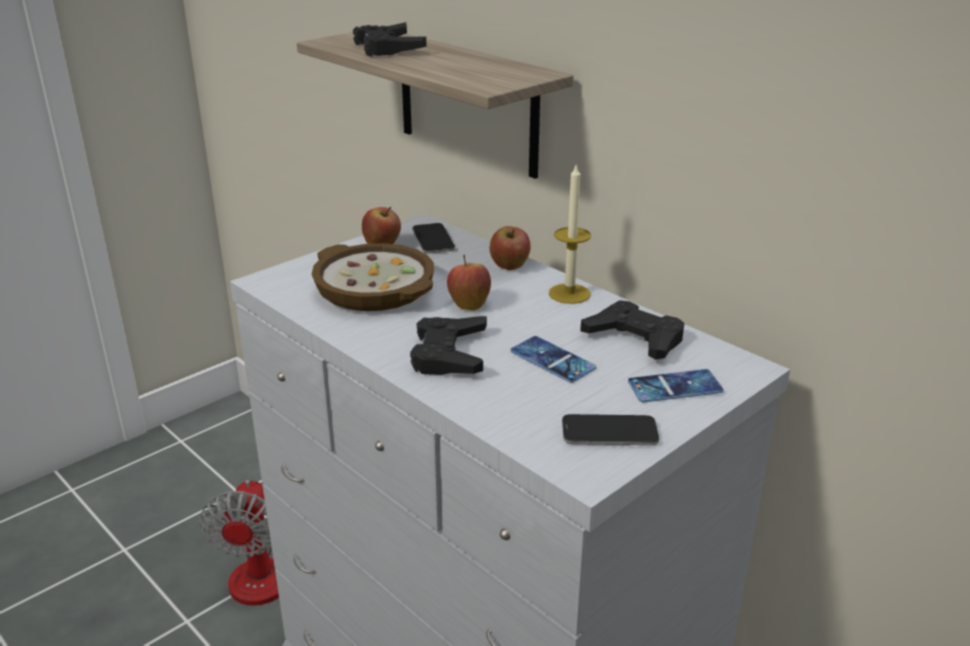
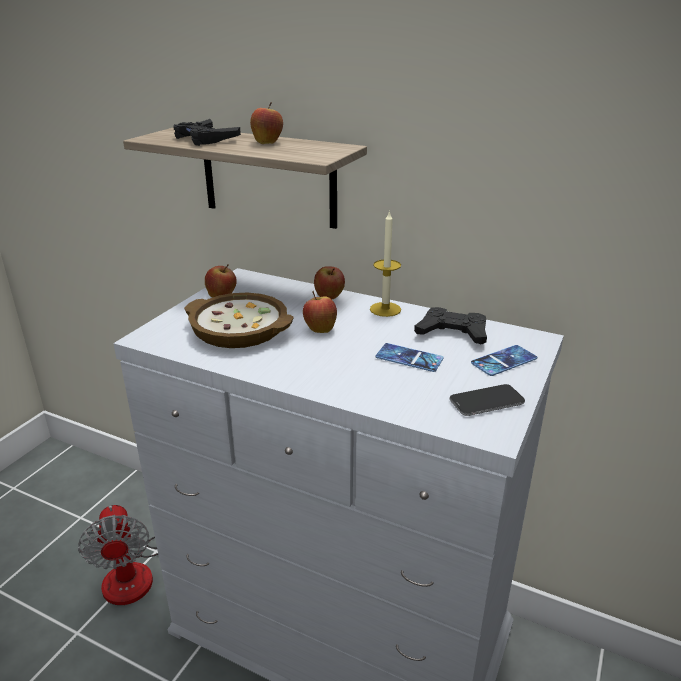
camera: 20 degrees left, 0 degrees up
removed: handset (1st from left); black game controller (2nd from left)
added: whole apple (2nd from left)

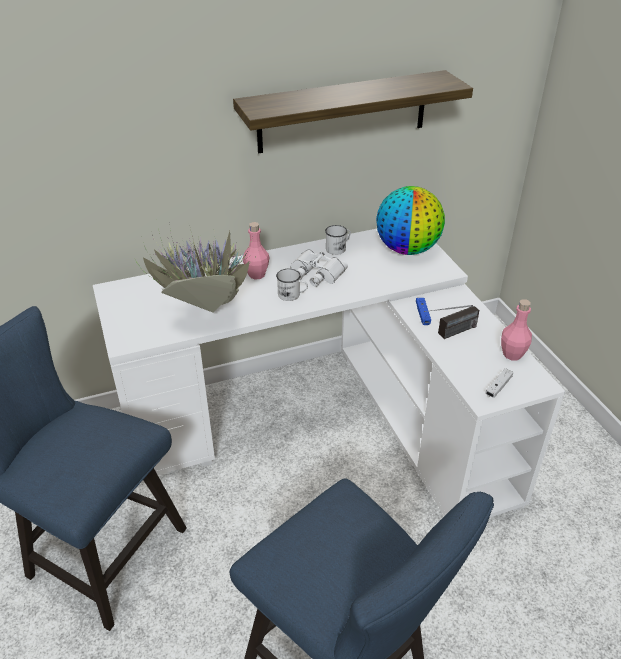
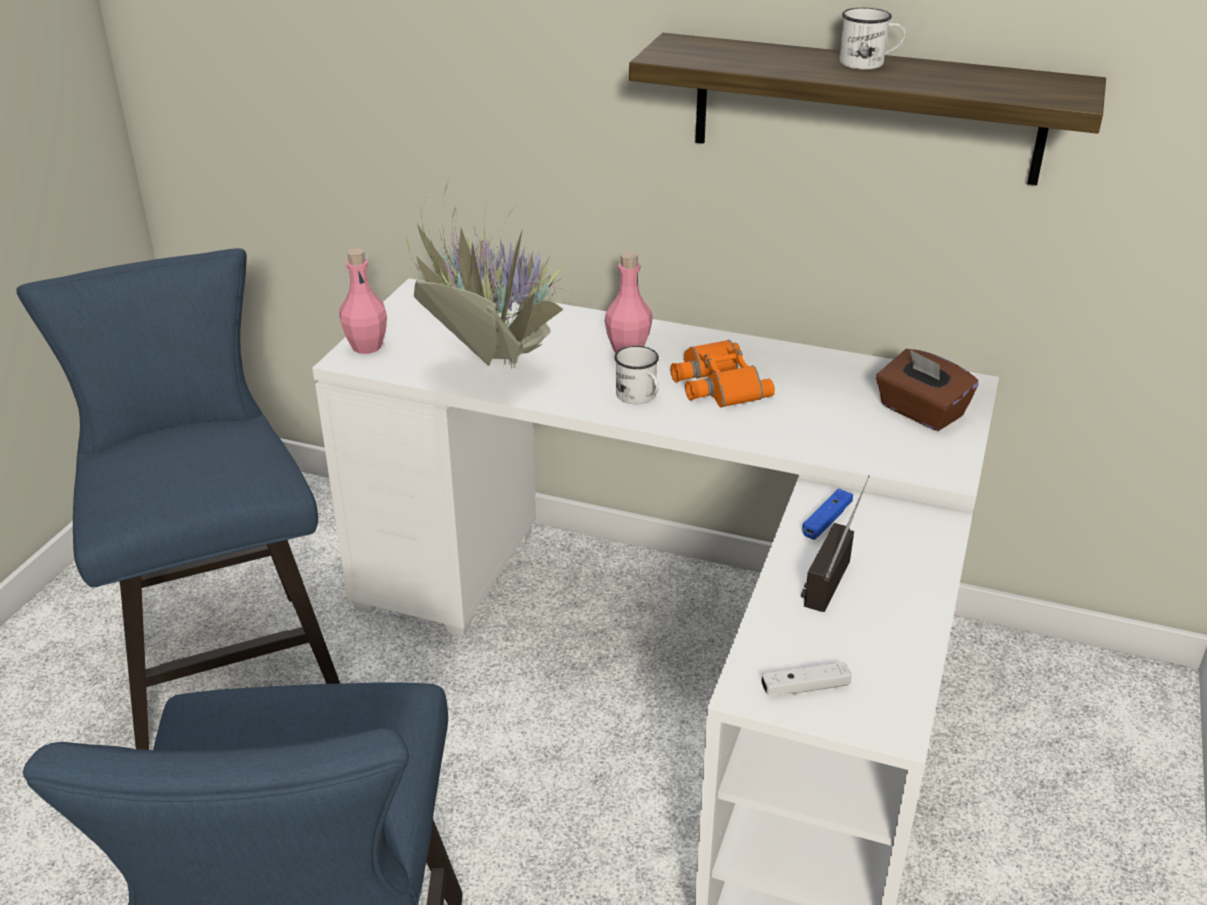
camera: 40 degrees right, 5 degrees down
moved: whitish mug (2nd from left); pink bottle (2nd from left in the first image) to pink bottle (1st from left)
replaced: desk globe to brownish box of tissues
recoloured: whitish binoculars to orange binoculars
turned: radio set 105 degrees clockwise

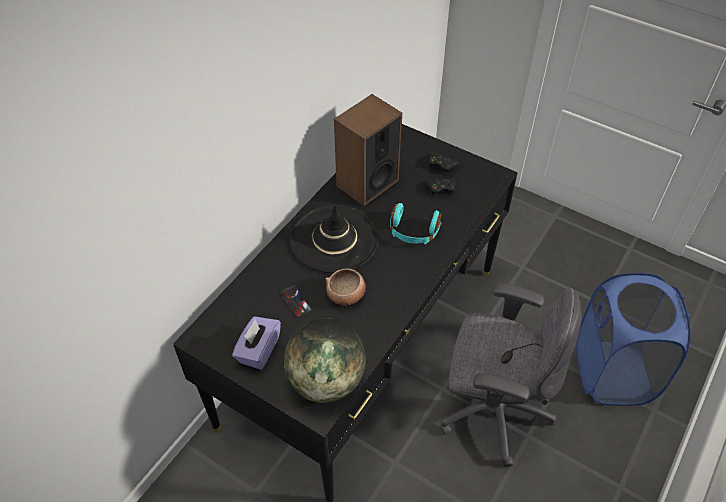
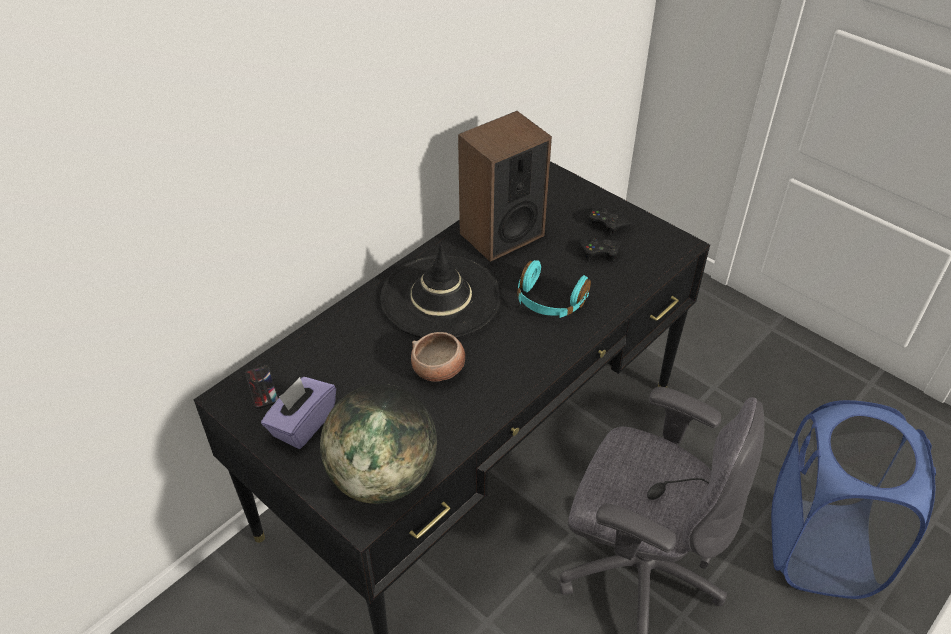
camera: 10 degrees right, 5 degrees down
moved: handset

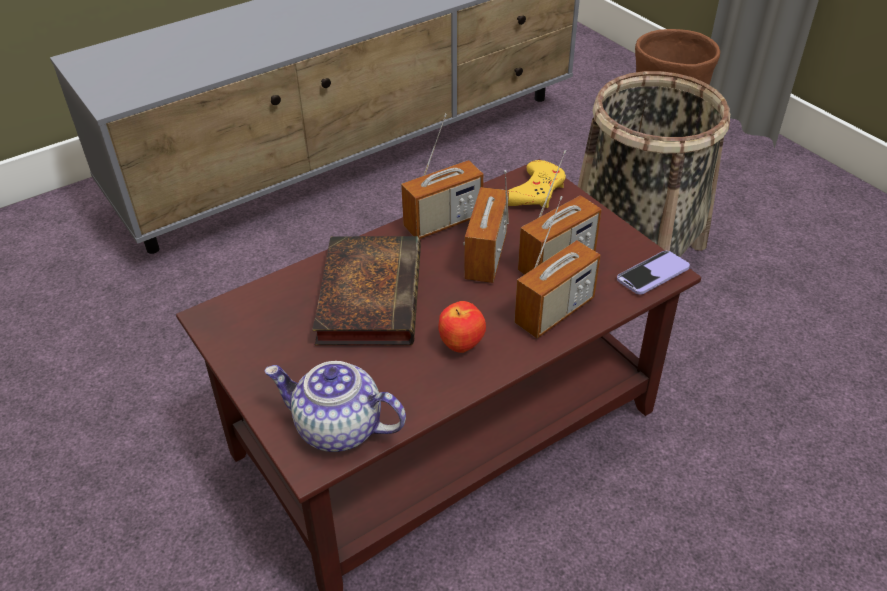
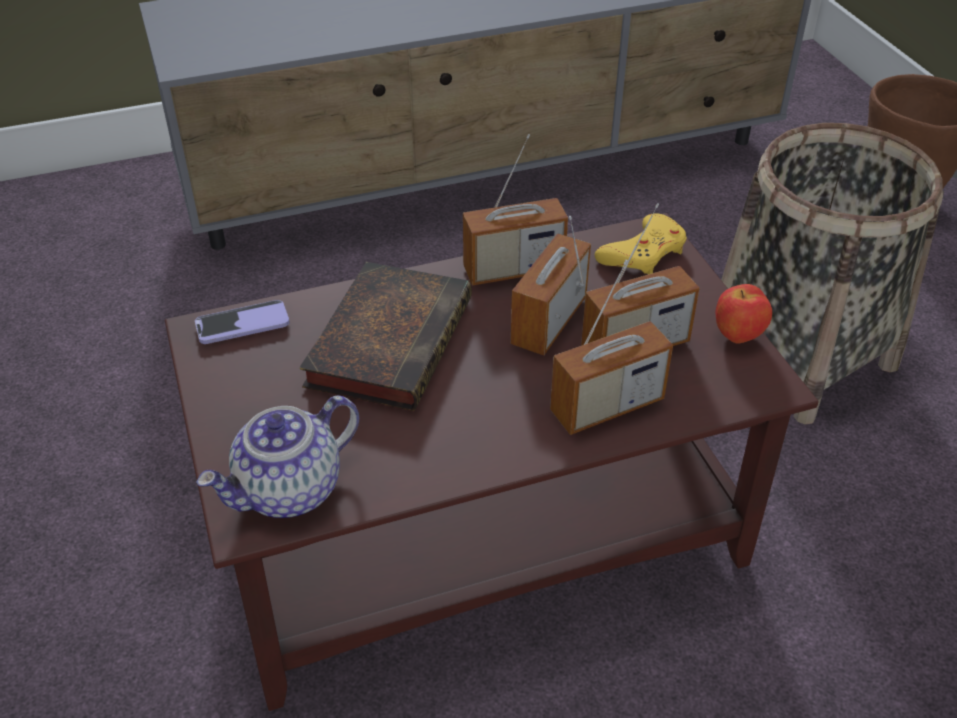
camera: 15 degrees right, 0 degrees up
moved: handset; whole apple
turned: tea pot 75 degrees counterclockwise

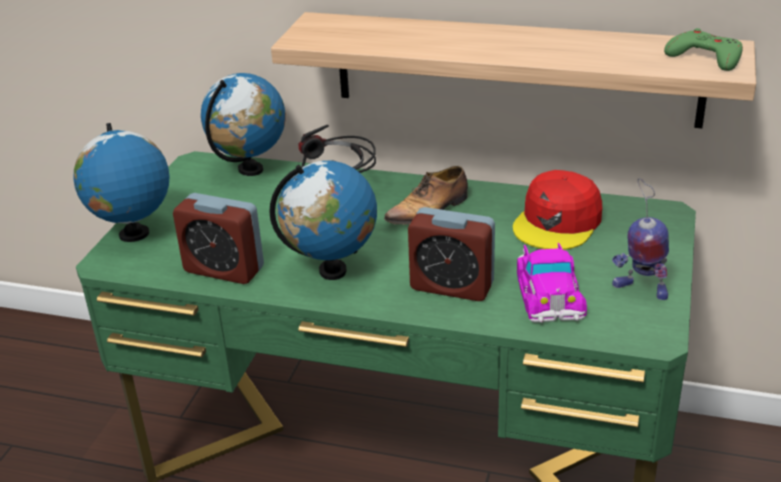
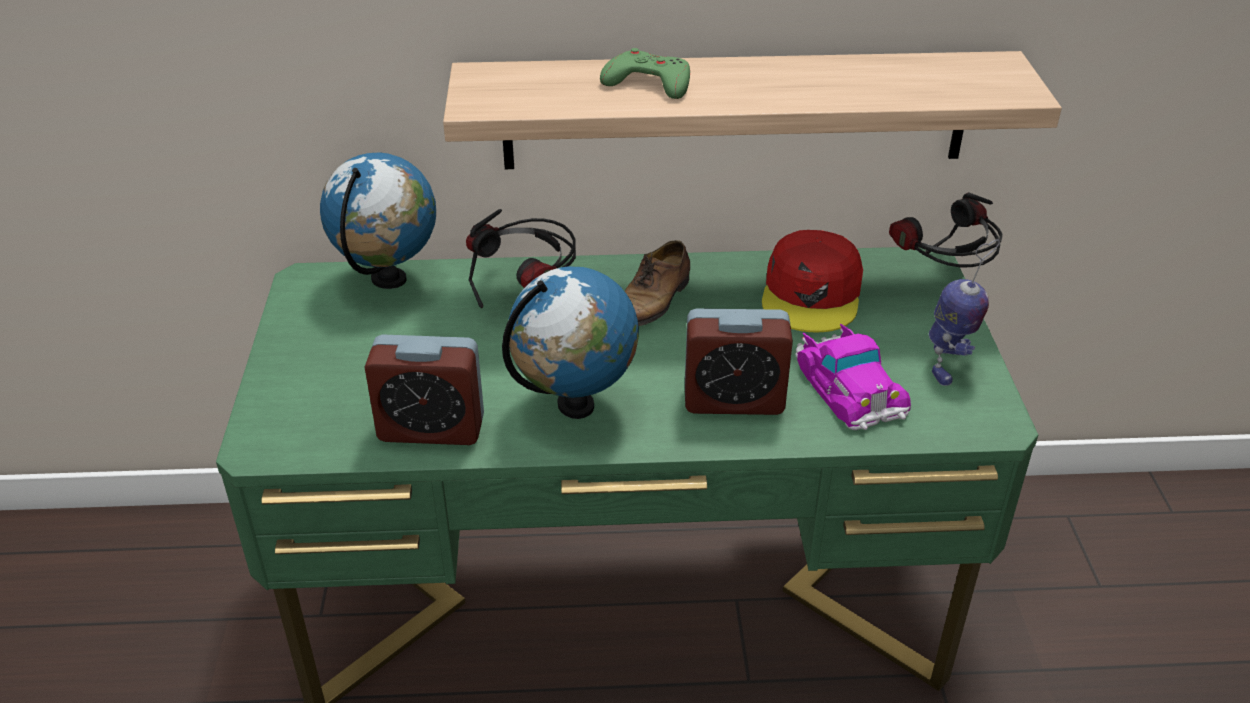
camera: 20 degrees left, 5 degrees up
removed: desk globe (1st from left)
added: headphones (2nd from left)
moved: green game controller
turned: model robot 75 degrees counterclockwise

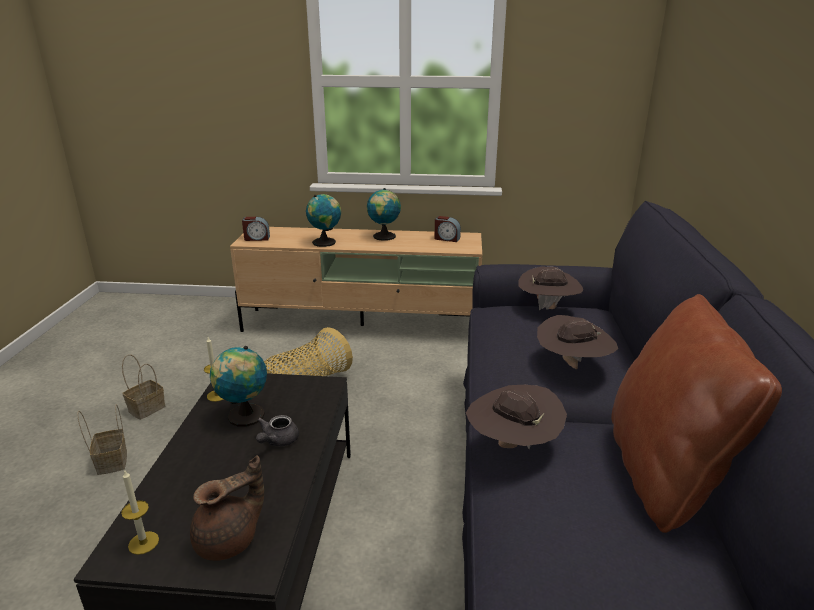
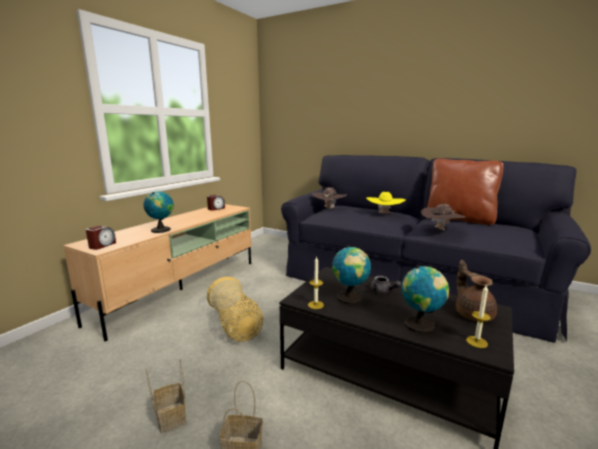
camera: 65 degrees left, 10 degrees down
moved: desk globe (3rd from left)
recoloured: brownish wearable hat (3rd from left) to yellow-coloured wearable hat

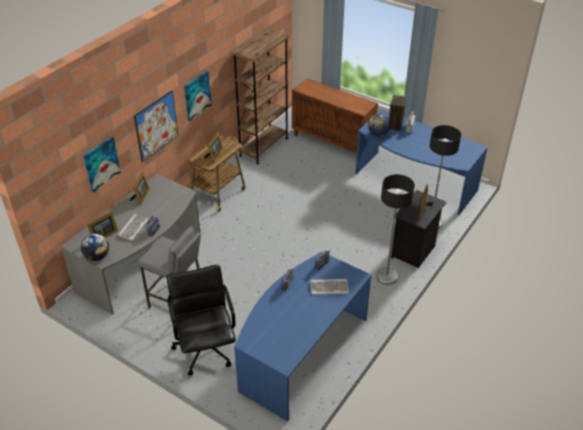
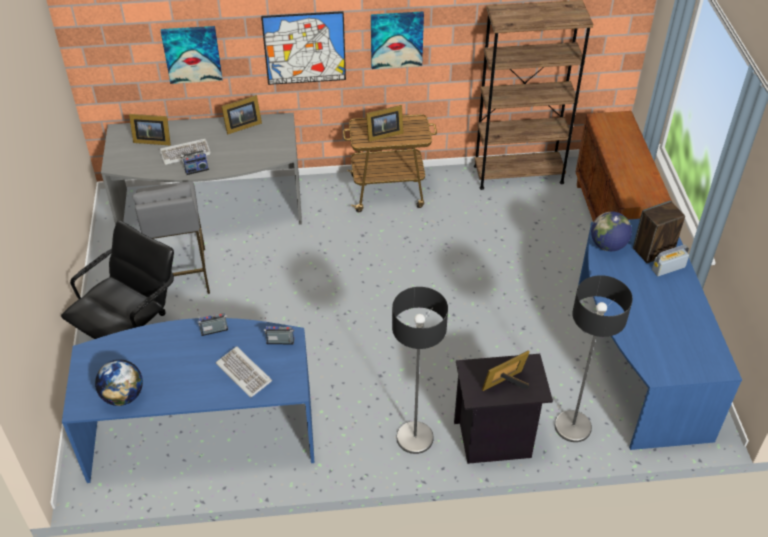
camera: 50 degrees right, 5 degrees up
moved: desk globe (1st from left)

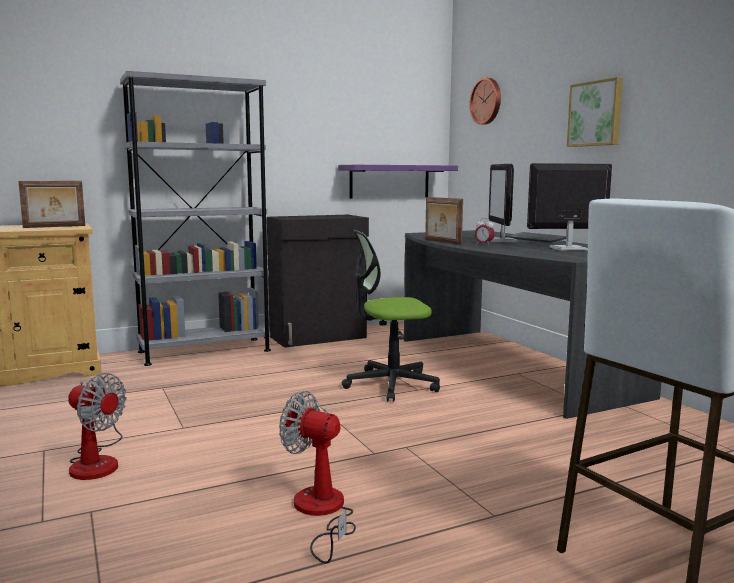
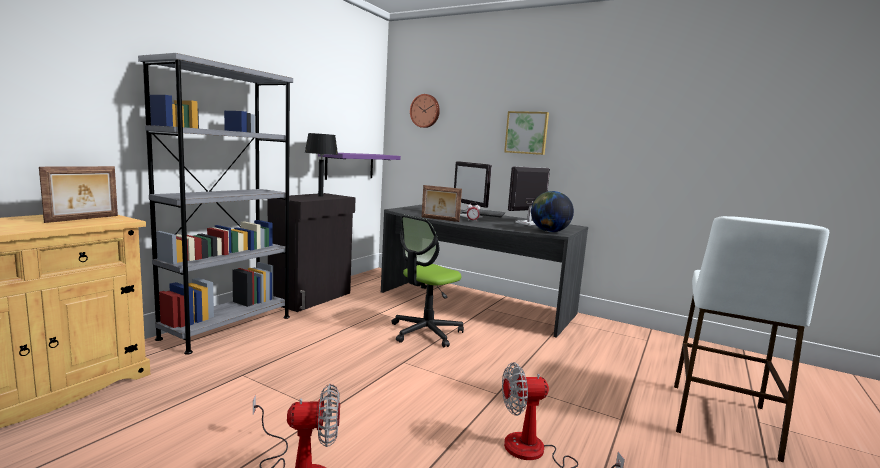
camera: 35 degrees left, 0 degrees up
added: black table lamp; desk globe

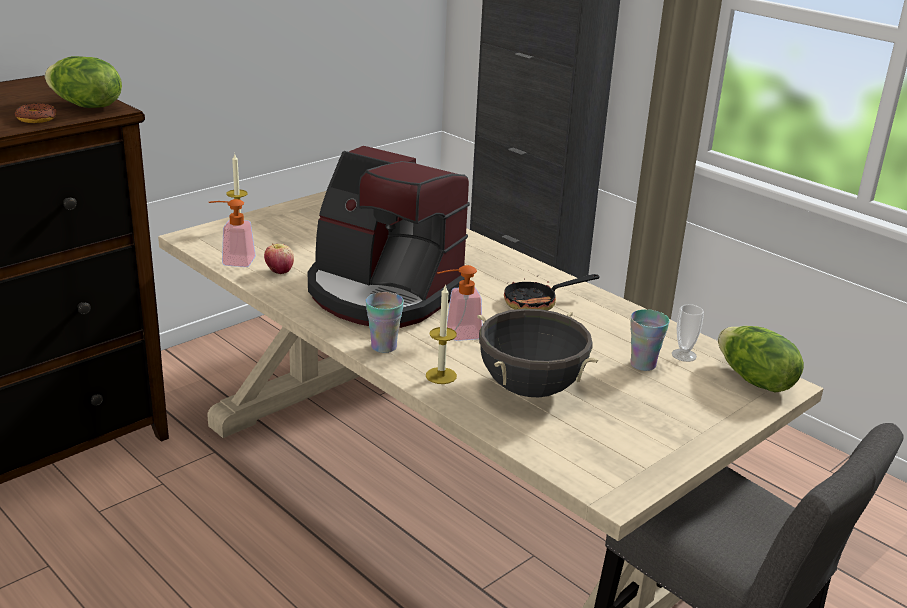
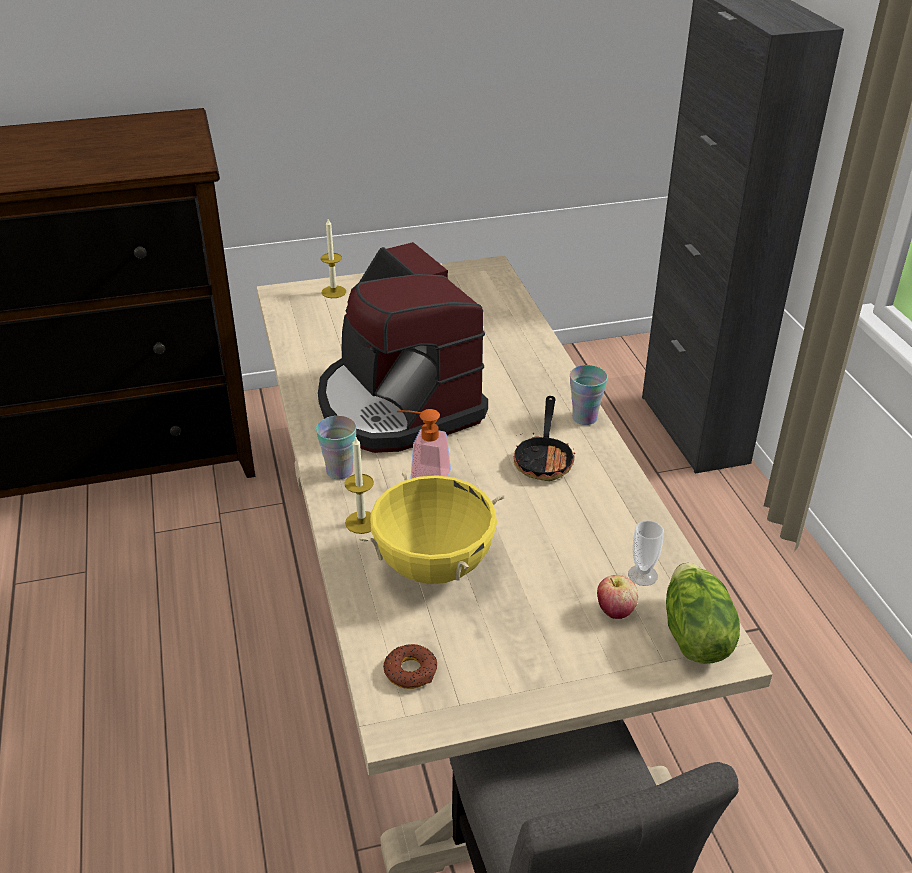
camera: 30 degrees right, 10 degrees up
removed: lettuce head (1st from left); liquid soap bottle (1st from left)
moved: donut; whole apple; drinking cup (2nd from left)
recoloured: black stockpot to yellow-coloured stockpot
turned: pan 90 degrees counterclockwise

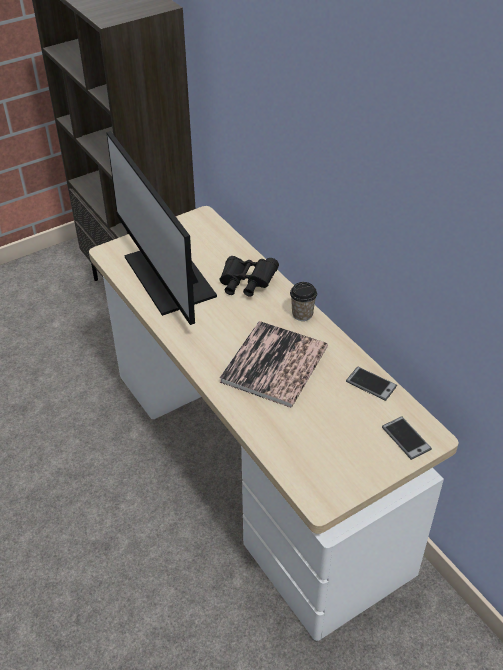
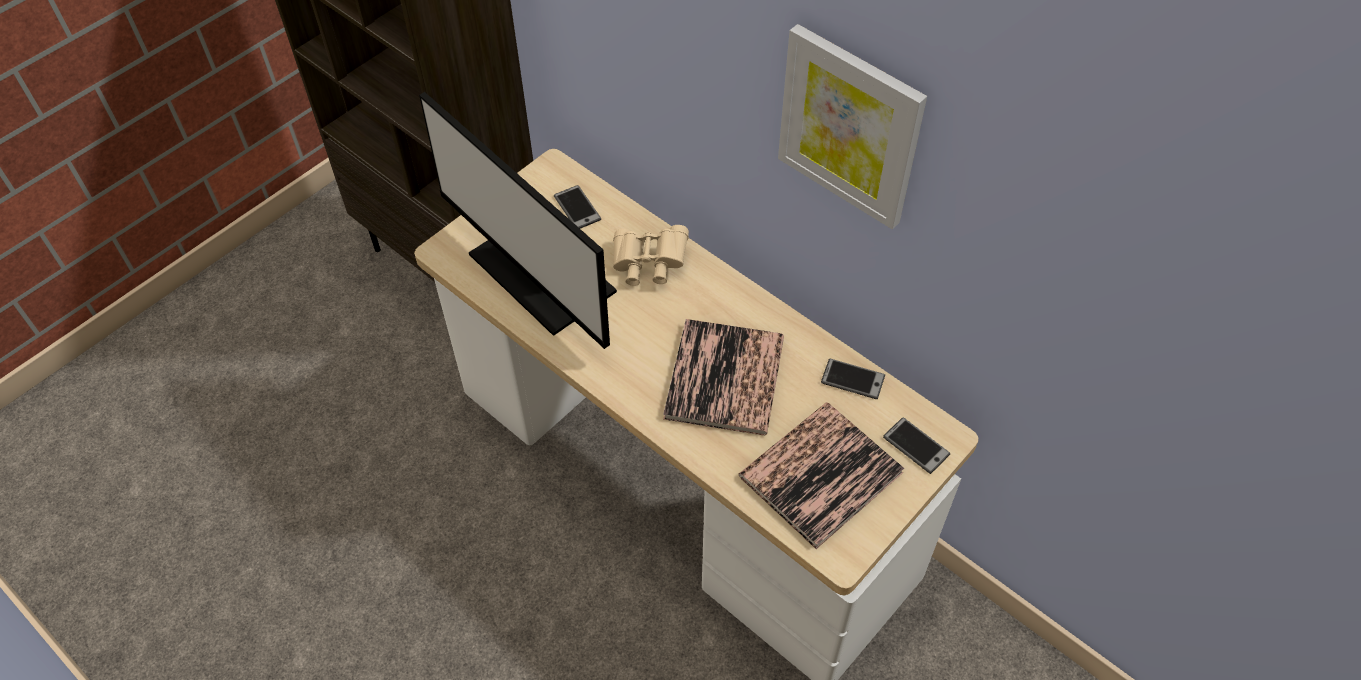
camera: 15 degrees left, 10 degrees up
removed: drinking cup
added: wall art; handset (1st from left); volume (2nd from left)
recoloured: black binoculars to beige binoculars

